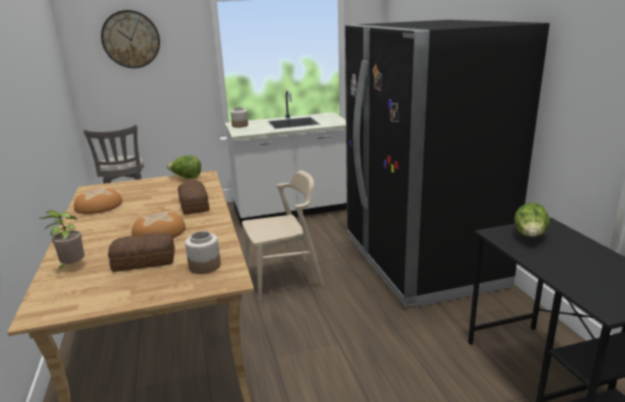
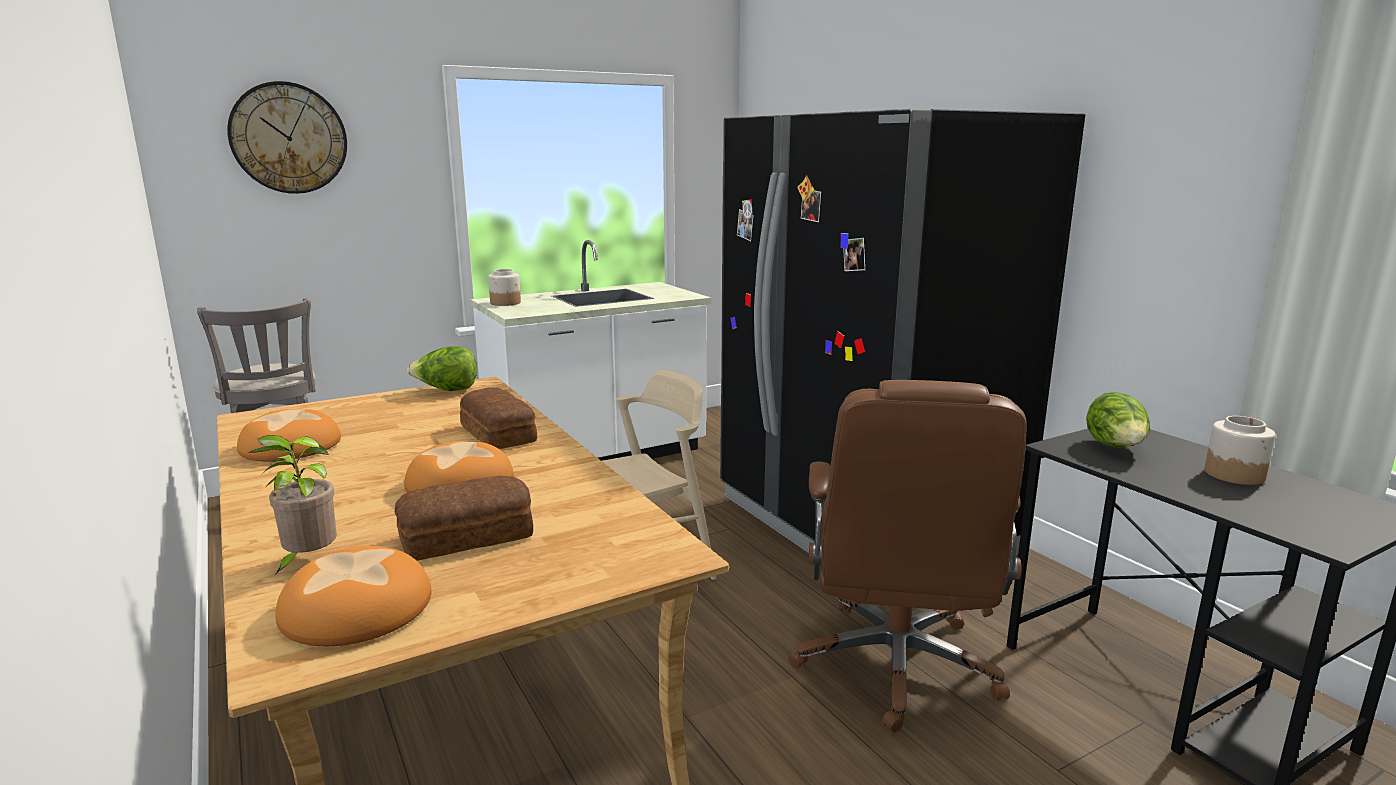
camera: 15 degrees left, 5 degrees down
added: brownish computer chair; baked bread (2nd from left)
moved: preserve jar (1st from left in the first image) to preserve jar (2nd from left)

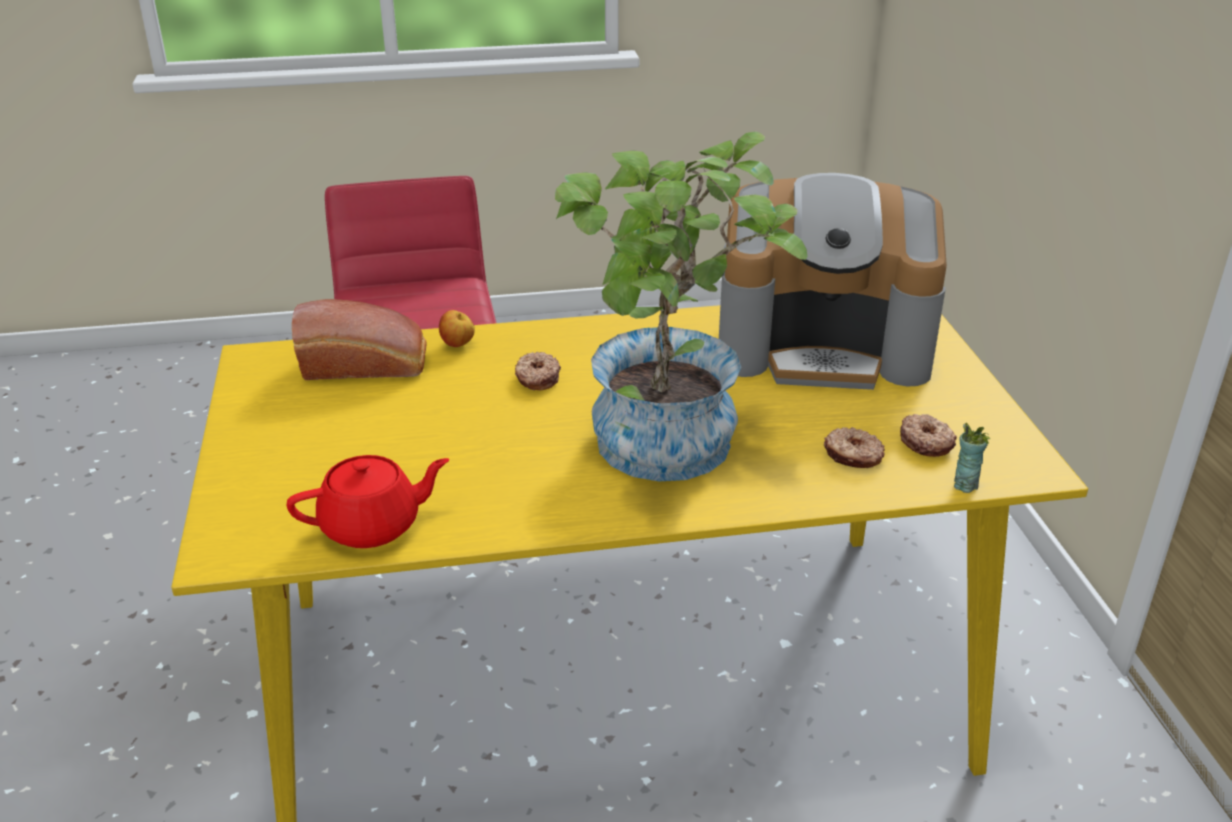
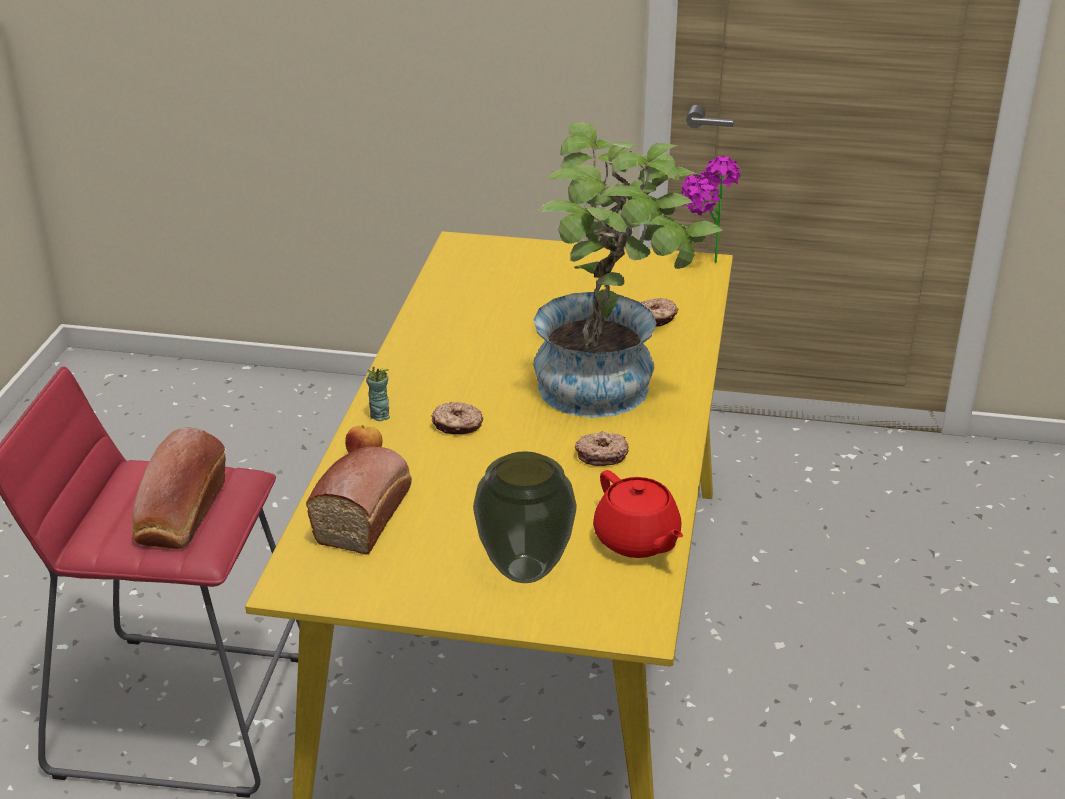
camera: 70 degrees left, 0 degrees up
removed: coffee maker
added: plant in a pot (2nd from left); baked bread (1st from left); flower vase
moved: donut (3rd from left in the first image) to donut (2nd from left); drinking cup
turned: reddish tea pot 150 degrees clockwise

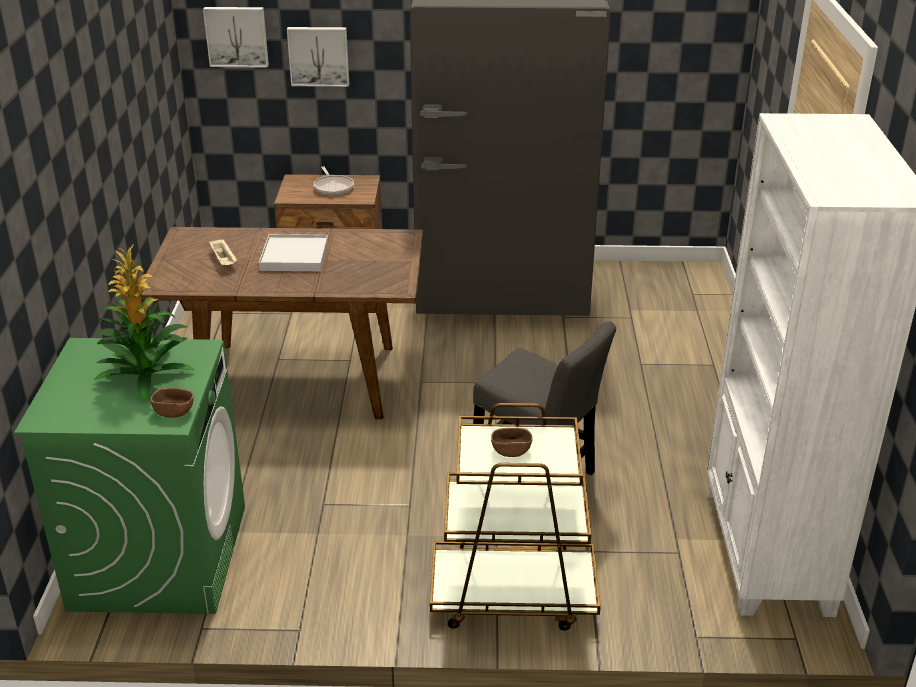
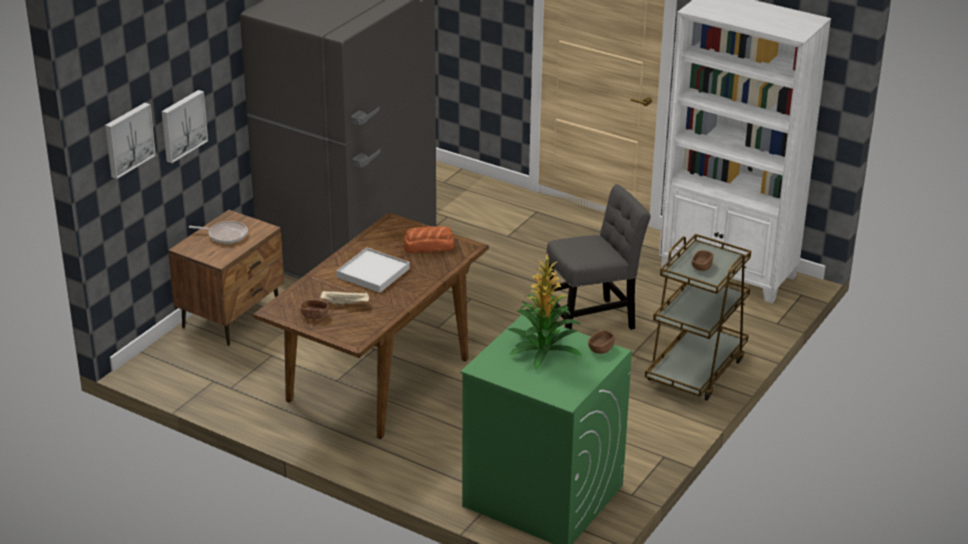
camera: 60 degrees left, 0 degrees up
added: baked bread; brownish bowl (1st from left)

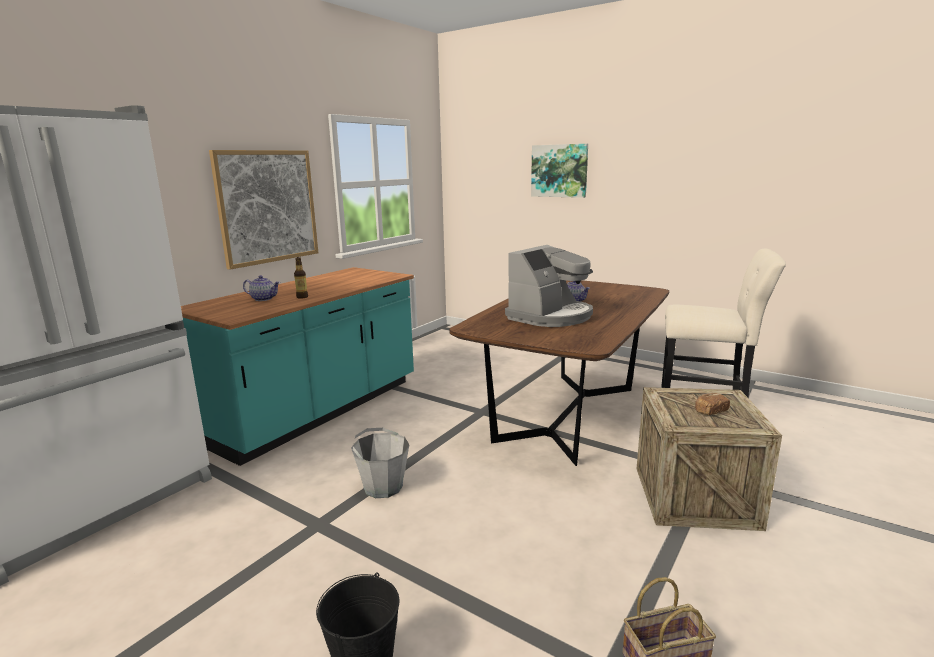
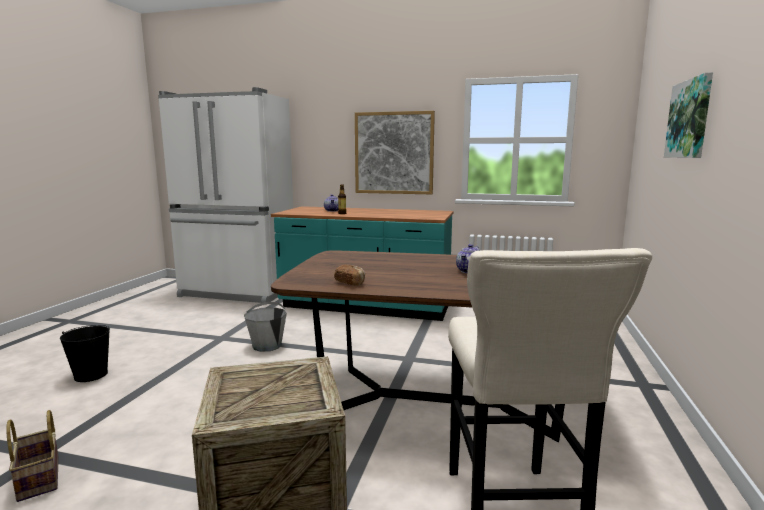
camera: 70 degrees right, 5 degrees down
removed: coffee maker
moved: baked bread

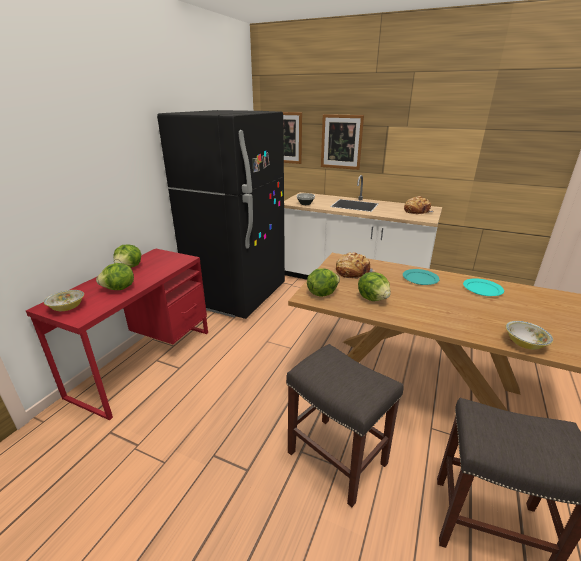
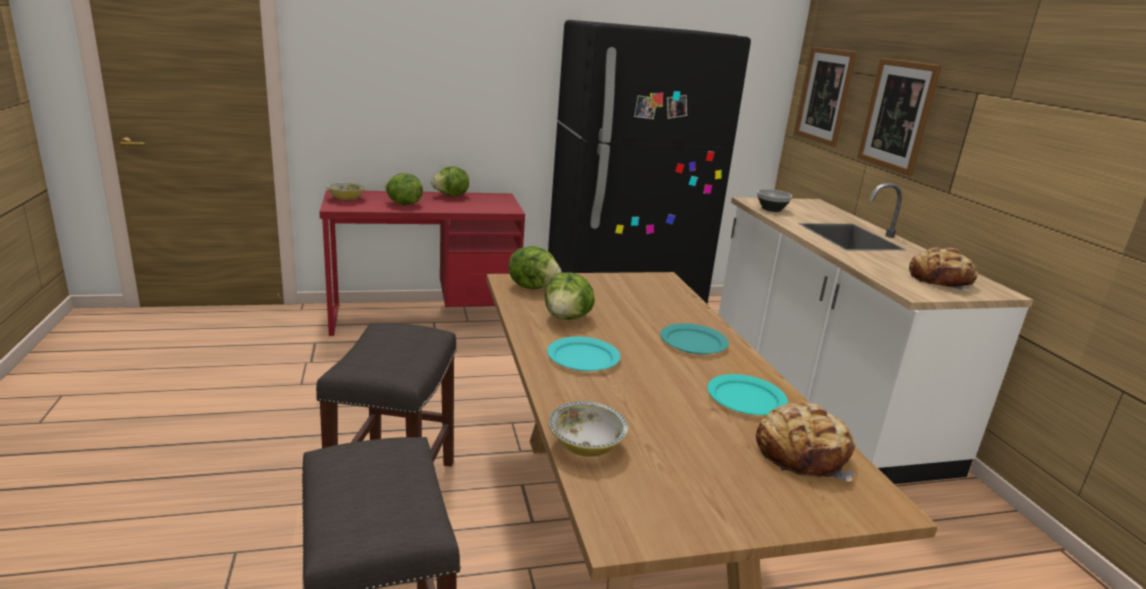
camera: 50 degrees right, 5 degrees down
added: turquoise flat dish (1st from left)
moved: baked bread (1st from left)

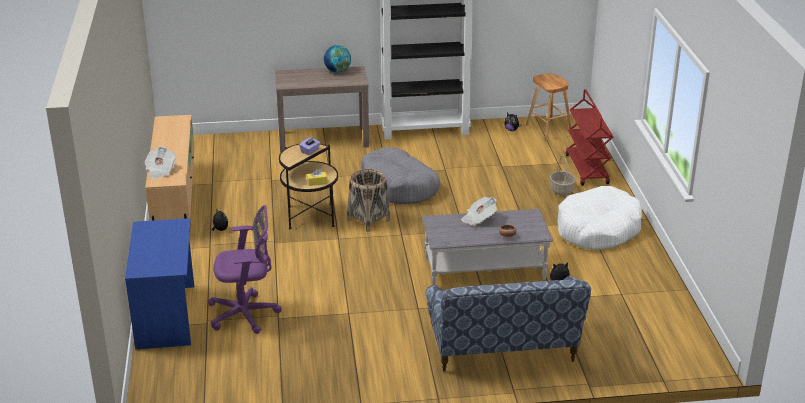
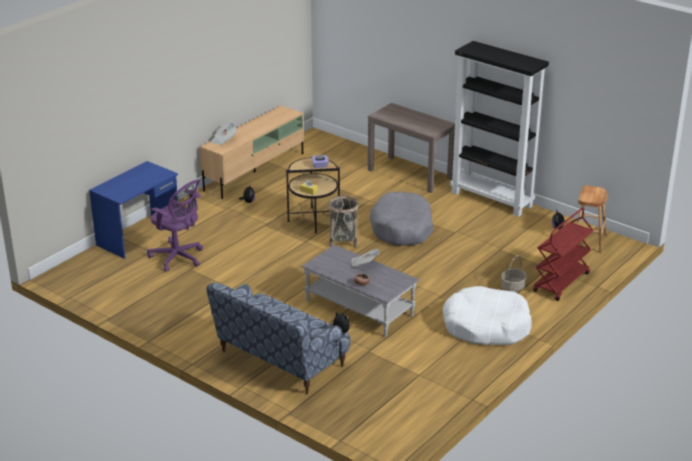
camera: 45 degrees right, 0 degrees up
removed: desk globe

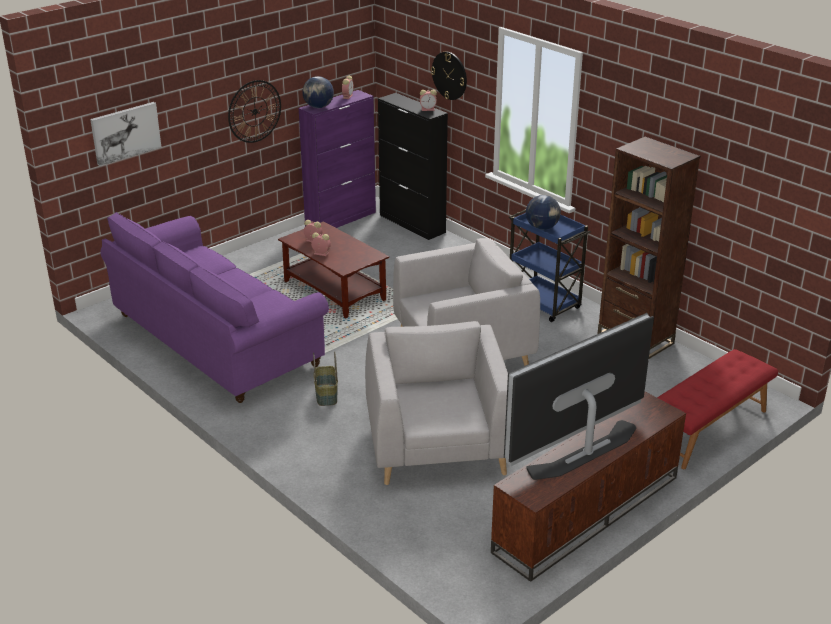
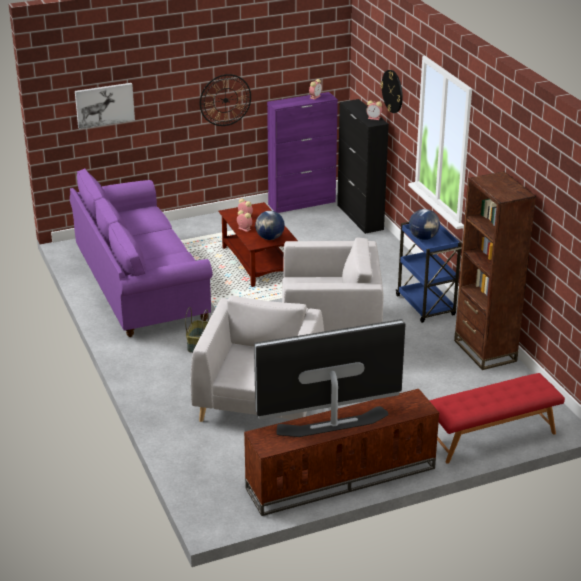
camera: 20 degrees right, 0 degrees up
moved: desk globe (1st from left)

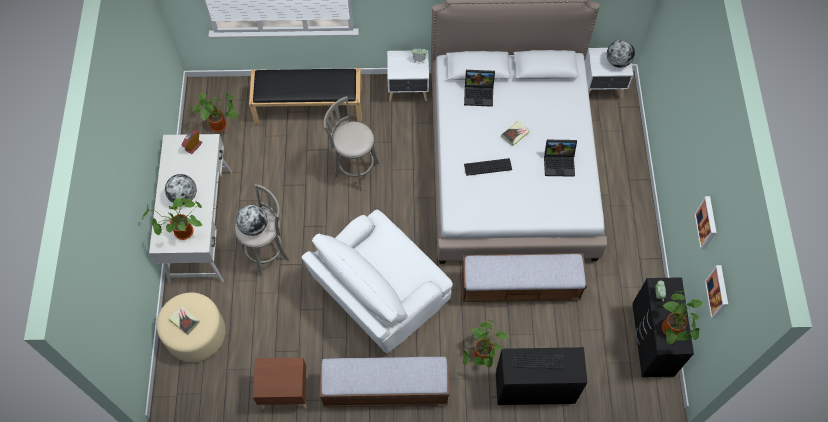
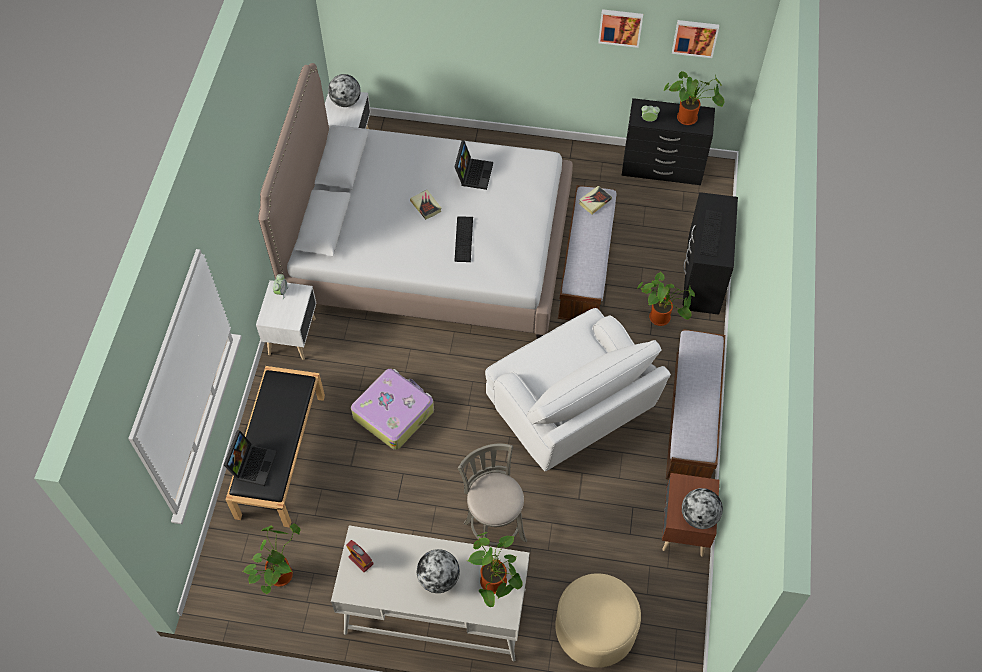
camera: 80 degrees left, 5 degrees down
moved: notebook computer (1st from left); desk globe (2nd from left in the first image) to desk globe (3rd from left); volume (1st from left in the first image) to volume (2nd from left)
replaced: greyish stool seat (2nd from left) to suitcase

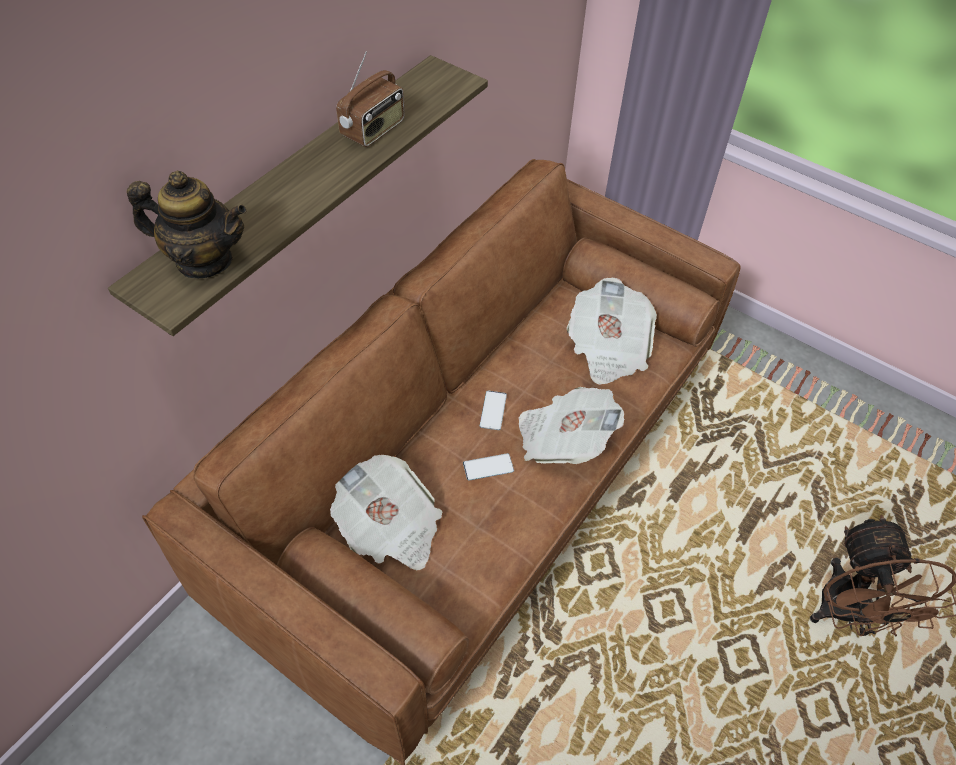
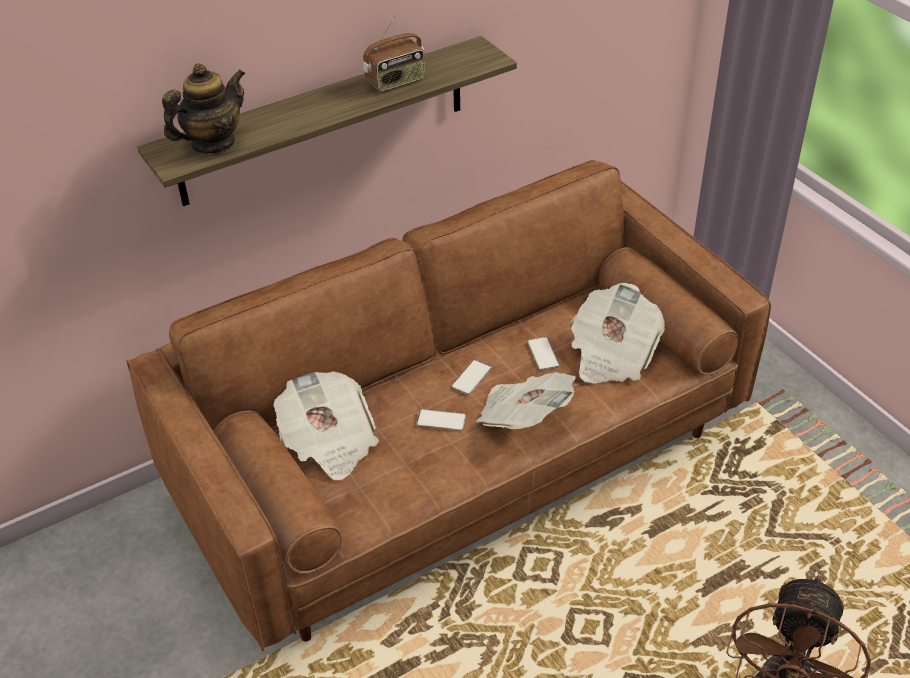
camera: 25 degrees right, 10 degrees down
added: handset (3rd from left)
turned: tea pot 75 degrees counterclockwise

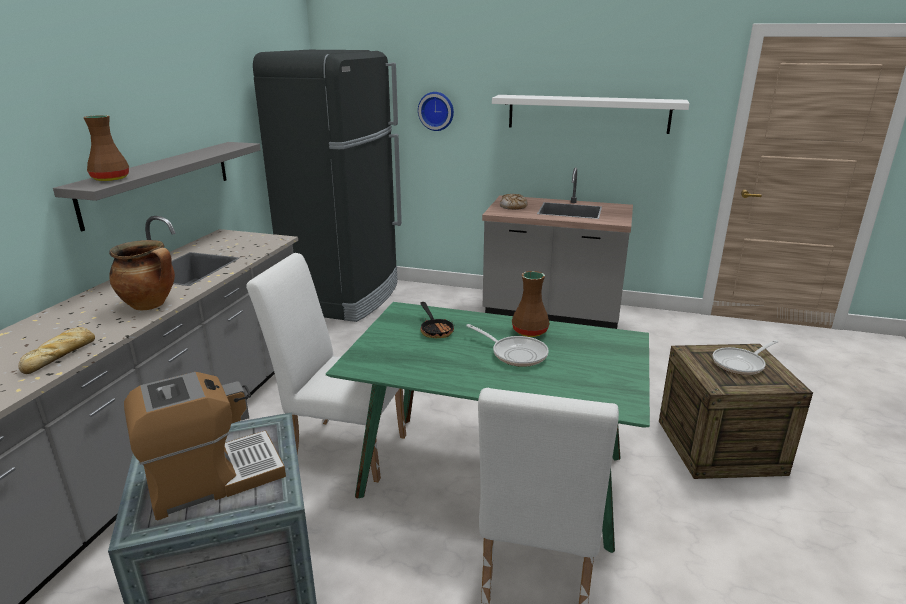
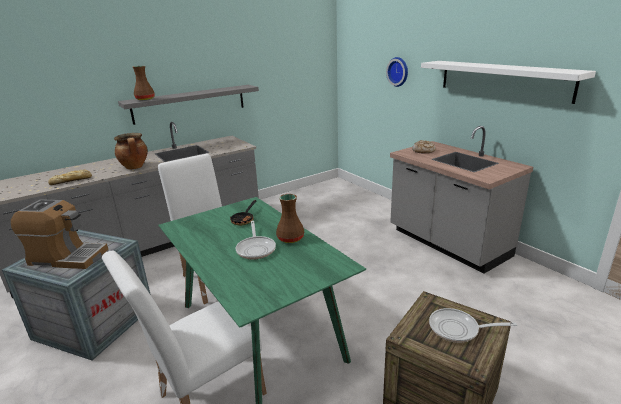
camera: 40 degrees right, 0 degrees up
removed: black kitchen fridge

